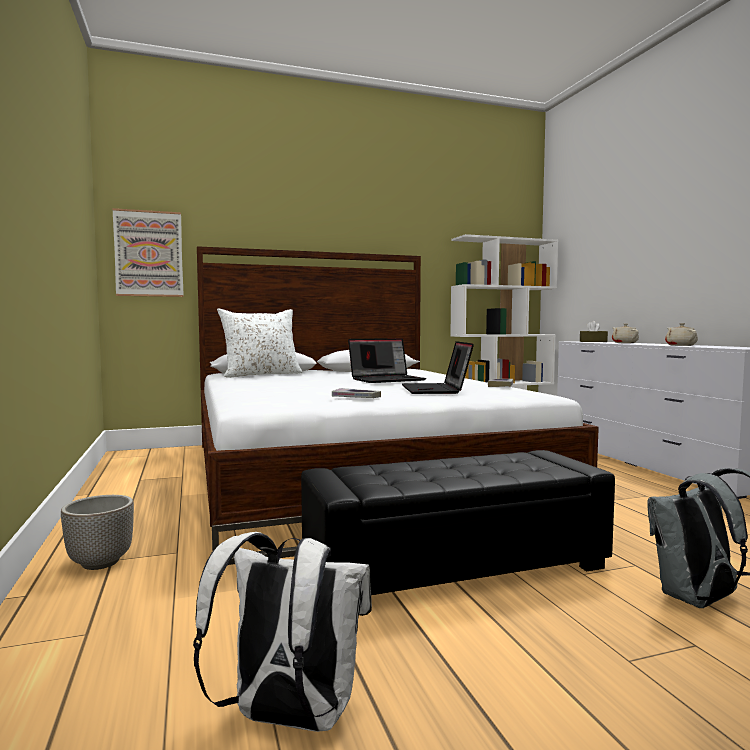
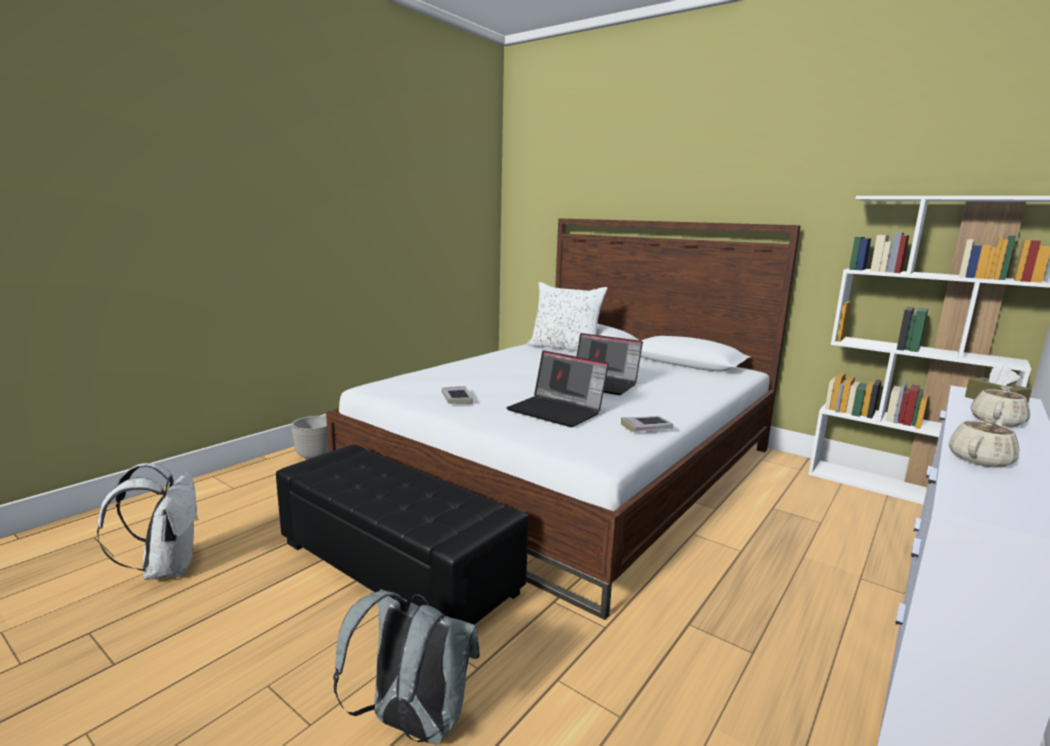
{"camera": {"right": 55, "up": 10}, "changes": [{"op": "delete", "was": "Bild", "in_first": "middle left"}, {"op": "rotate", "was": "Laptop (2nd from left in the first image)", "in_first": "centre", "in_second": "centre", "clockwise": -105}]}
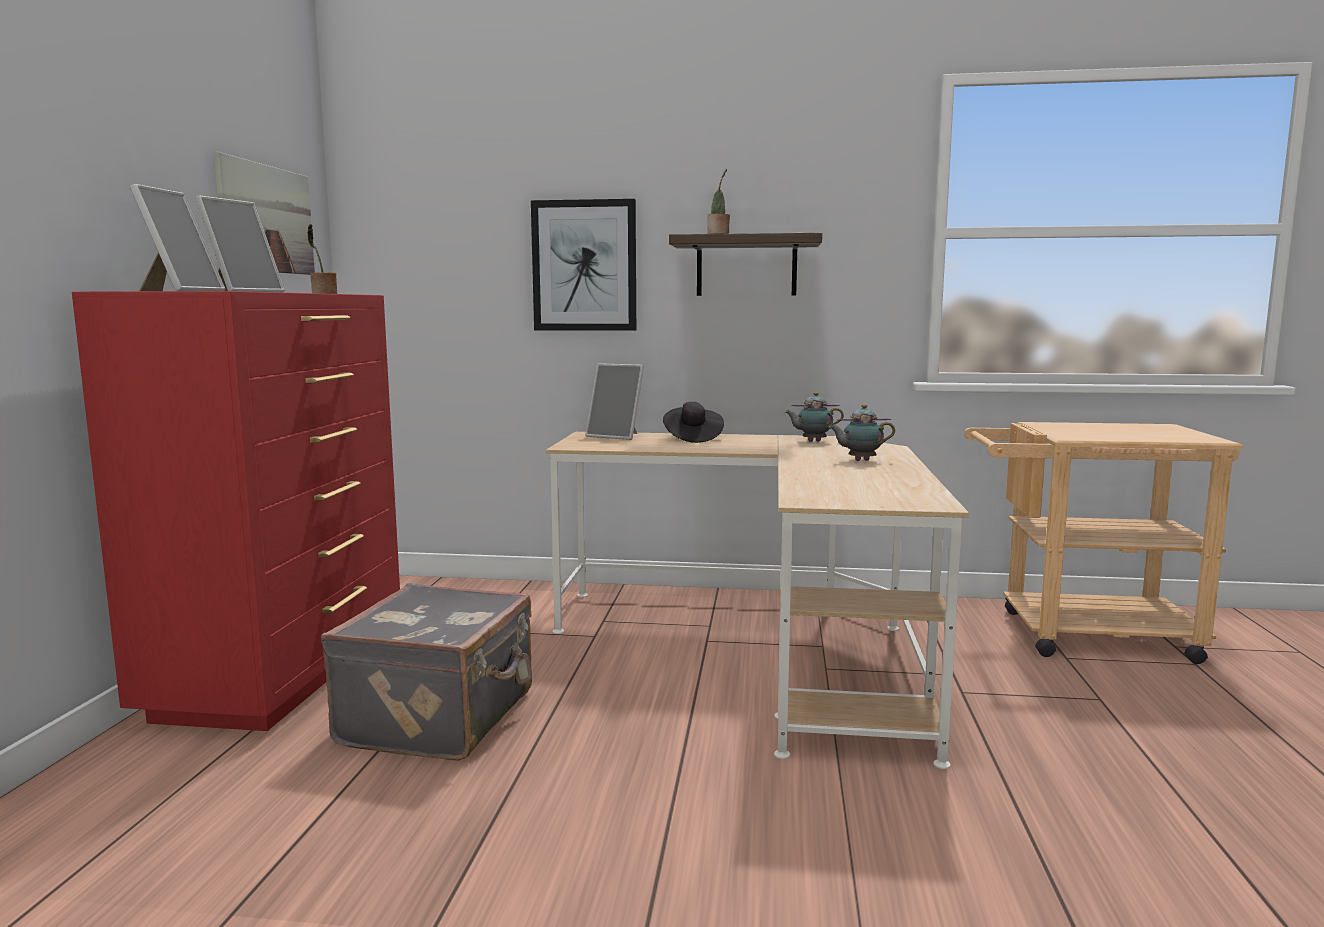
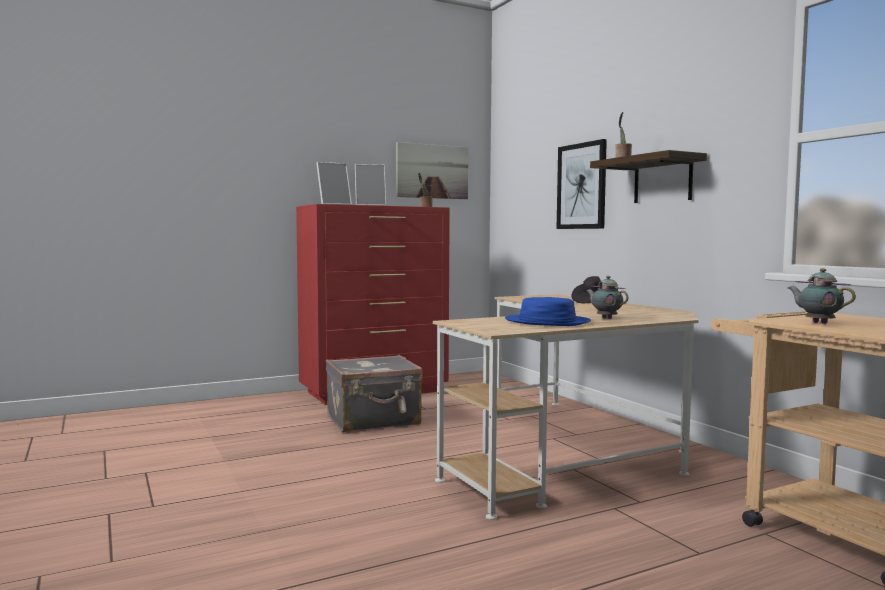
{"camera": {"right": 55, "up": -5}, "changes": [{"op": "delete", "was": "Bilderrahmen (3rd from left)", "in_first": "centre"}, {"op": "insert", "now": "Hut [blau]", "in_second": "centre"}, {"op": "move", "was": "Teekanne (1st from left in the first image)", "now": "Teekanne (2nd from left)", "in_first": "centre", "in_second": "middle right"}]}
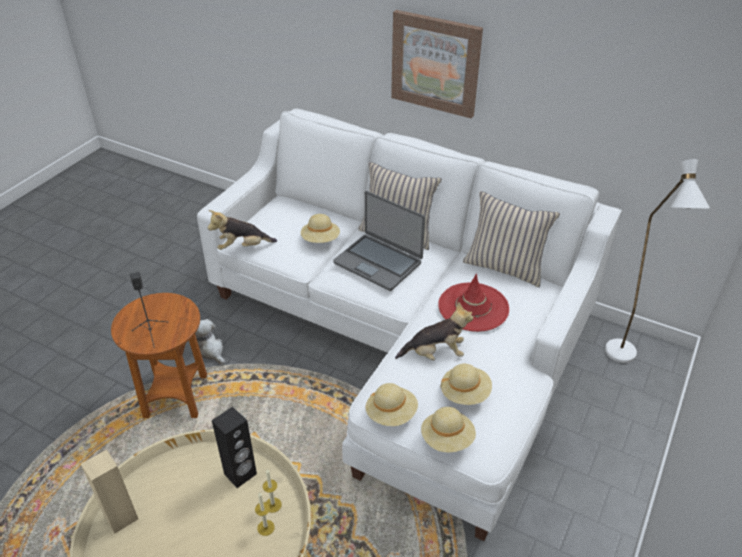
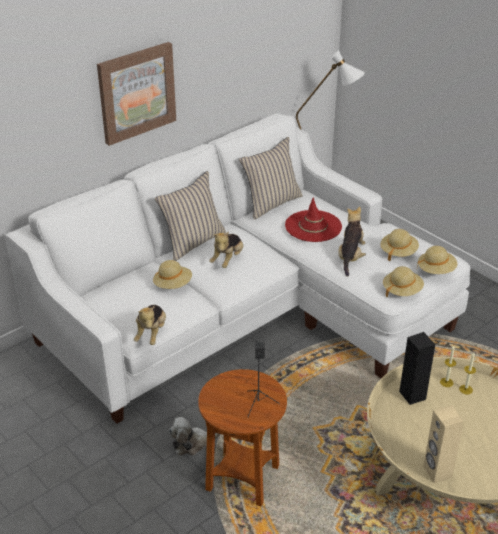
{"camera": {"right": -70, "up": -5}, "changes": [{"op": "replace", "was": "Laptop", "now": "Plüschtier (3rd from left)", "in_first": "centre", "in_second": "centre"}]}
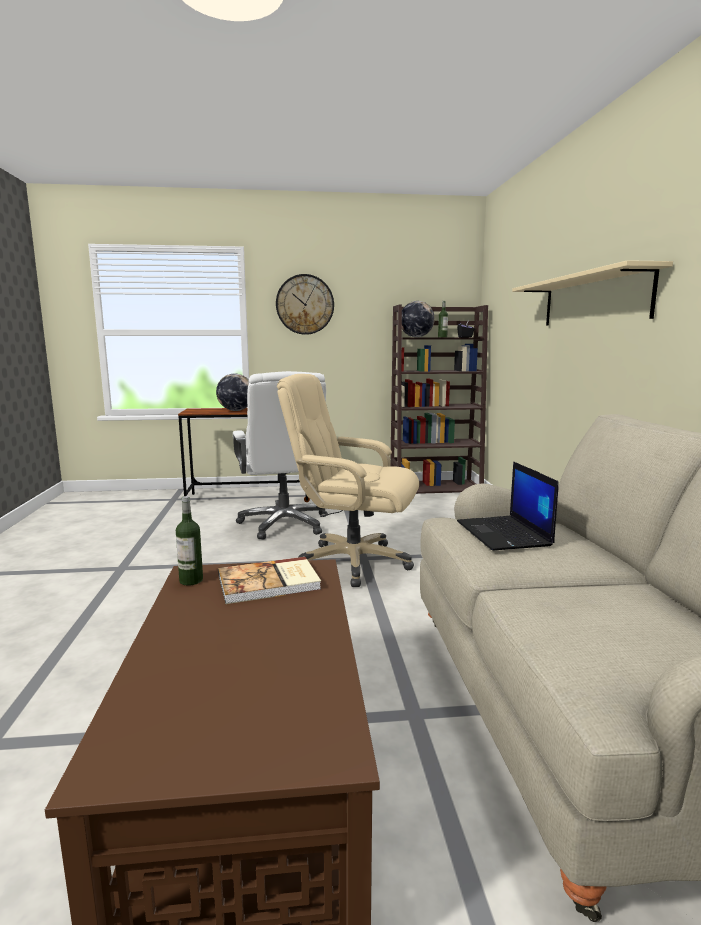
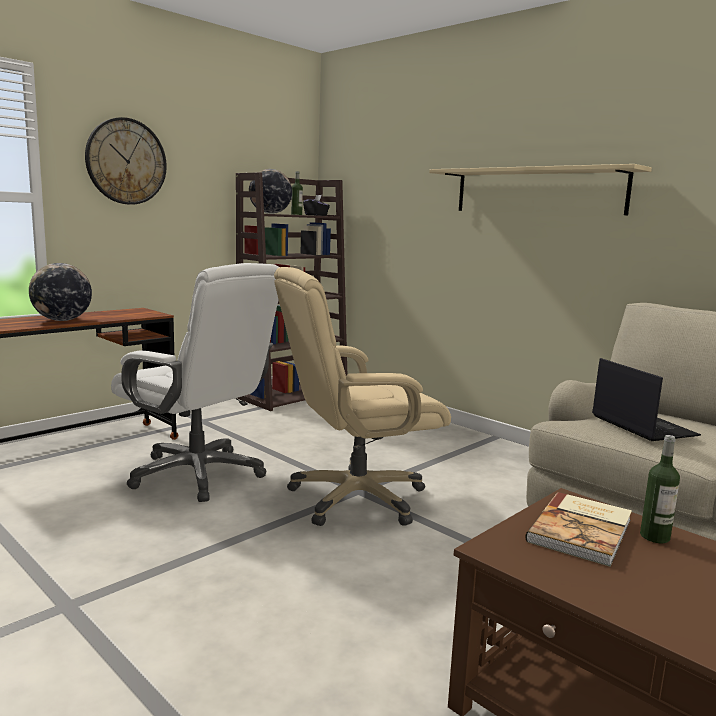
{"camera": {"right": -40, "up": 0}, "changes": [{"op": "move", "was": "Flasche (1st from left in the first image)", "now": "Flasche (2nd from left)", "in_first": "middle left", "in_second": "bottom right"}, {"op": "rotate", "was": "Laptop", "in_first": "middle right", "in_second": "middle right", "clockwise": -150}]}
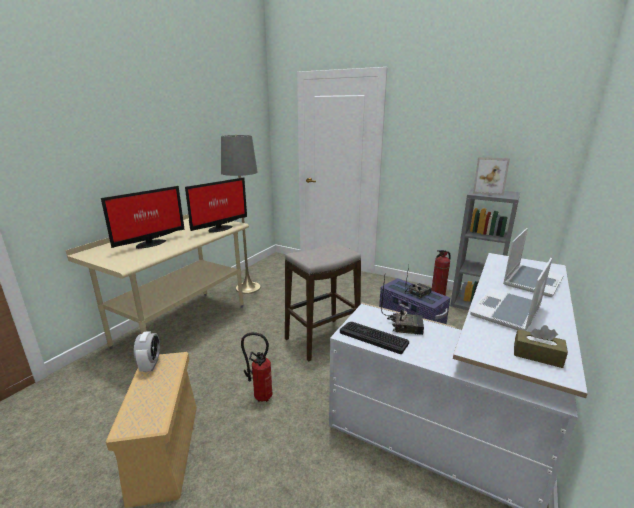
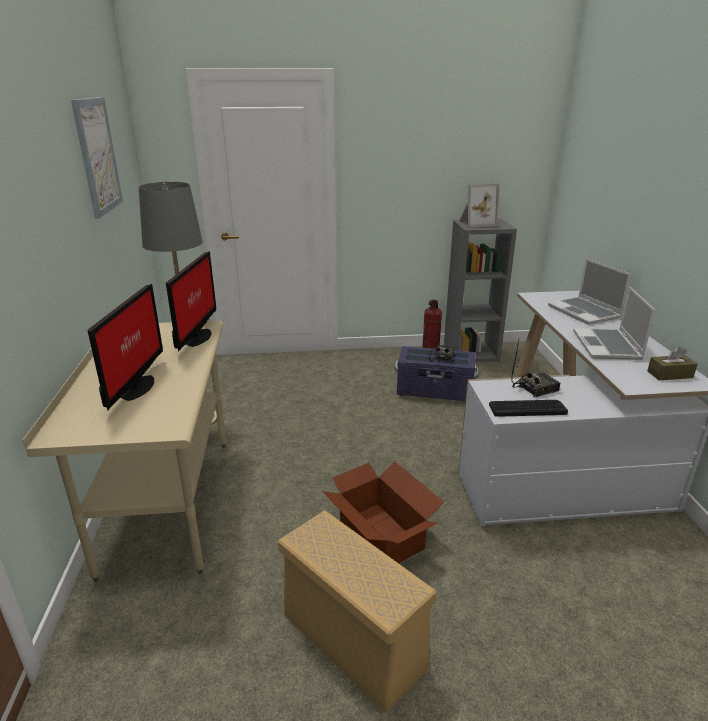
{"camera": {"right": -35, "up": 5}, "changes": [{"op": "delete", "was": "Wecker", "in_first": "bottom left"}, {"op": "delete", "was": "Hocker", "in_first": "centre"}, {"op": "insert", "now": "Bild", "in_second": "top left"}, {"op": "replace", "was": "Feuerlöscher (1st from left)", "now": "Karton", "in_first": "bottom centre", "in_second": "bottom centre"}, {"op": "rotate", "was": "Laptop (2nd from left in the first image)", "in_first": "middle right", "in_second": "middle right", "clockwise": 150}]}
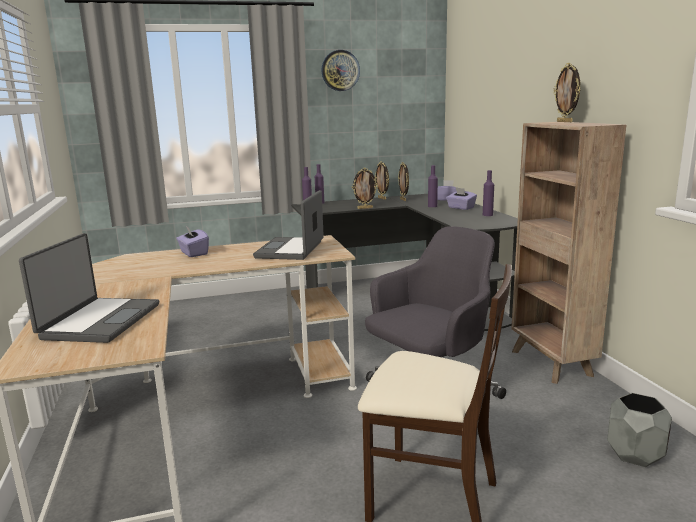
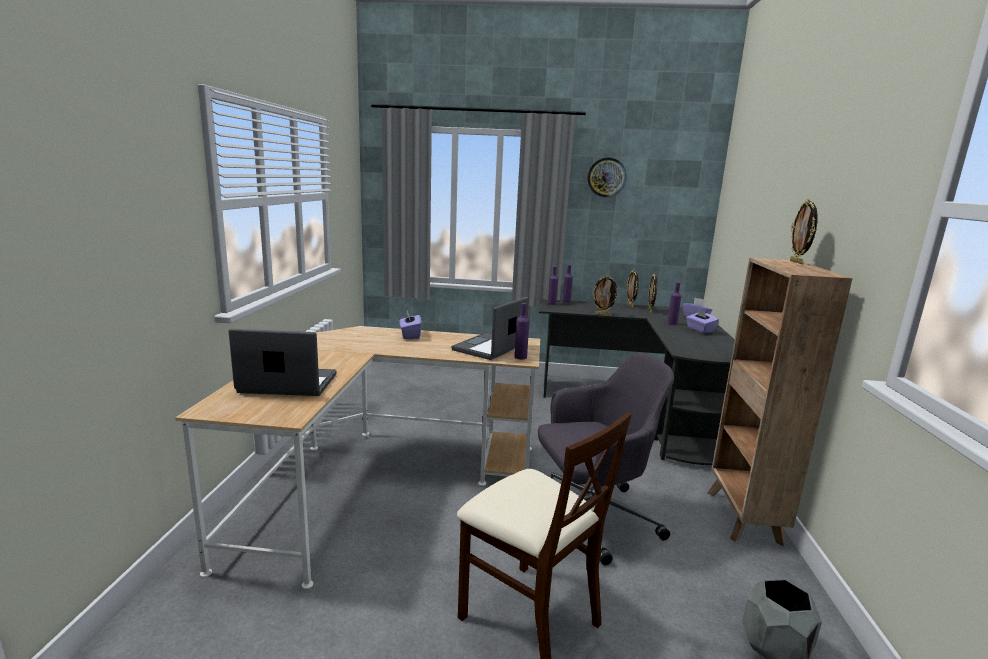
{"camera": {"right": 20, "up": 0}, "changes": [{"op": "move", "was": "Flasche [lila] (4th from left in the first image)", "now": "Flasche [lila] (1st from left)", "in_first": "middle right", "in_second": "centre"}, {"op": "rotate", "was": "Laptop (1st from left)", "in_first": "middle left", "in_second": "middle left", "clockwise": -120}]}
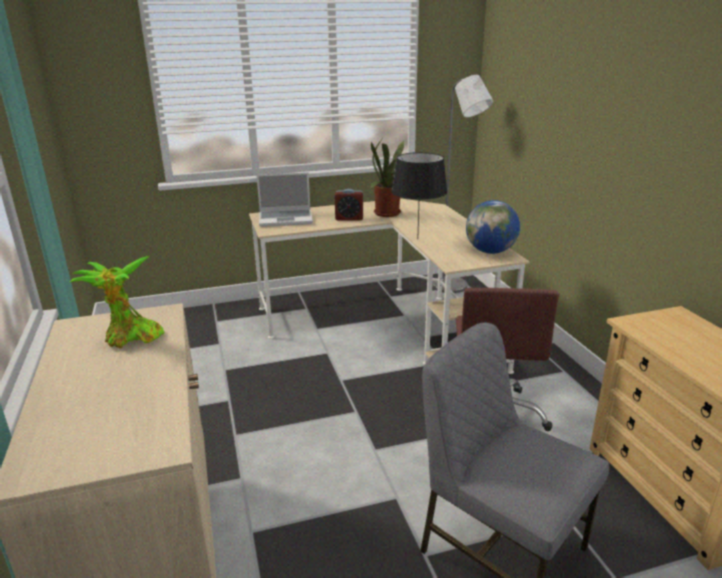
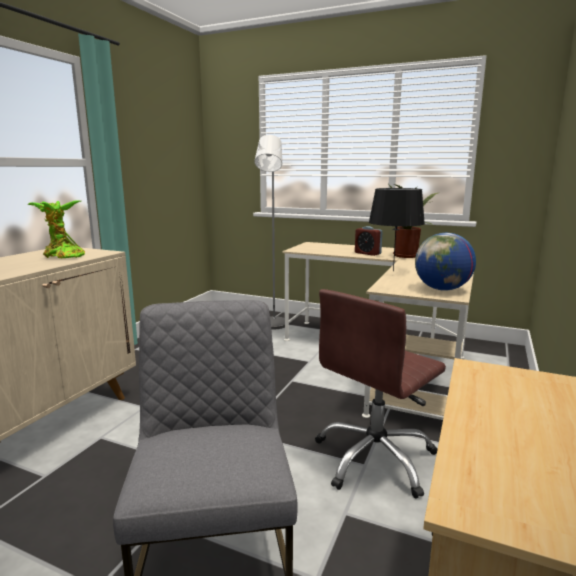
{"camera": {"right": 40, "up": -10}, "changes": [{"op": "delete", "was": "Laptop", "in_first": "centre"}, {"op": "move", "was": "Stehlampe [grau]", "in_first": "top centre", "in_second": "centre"}]}
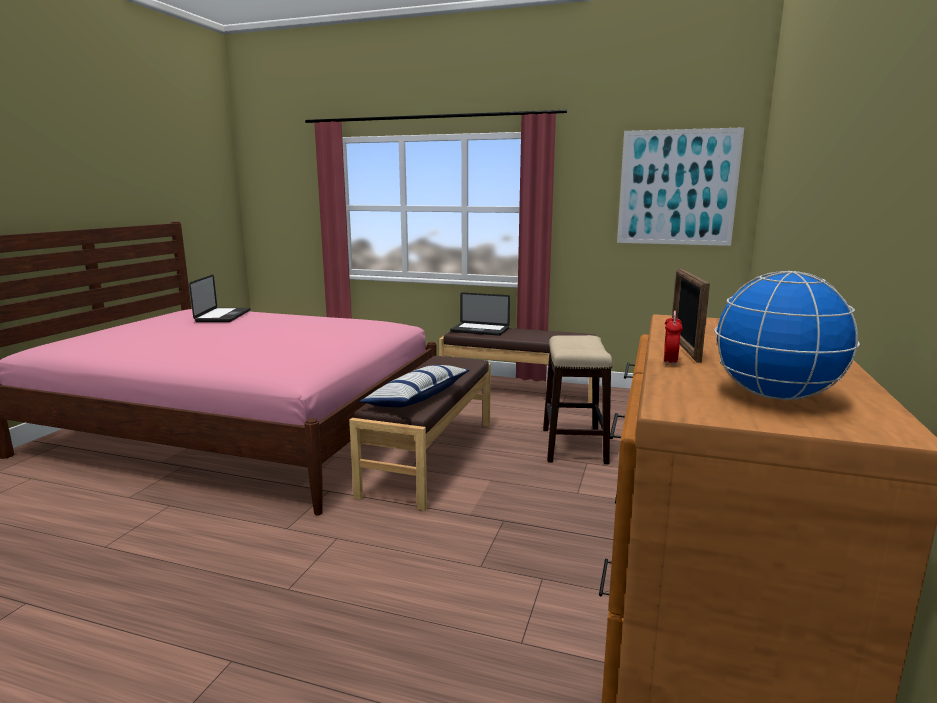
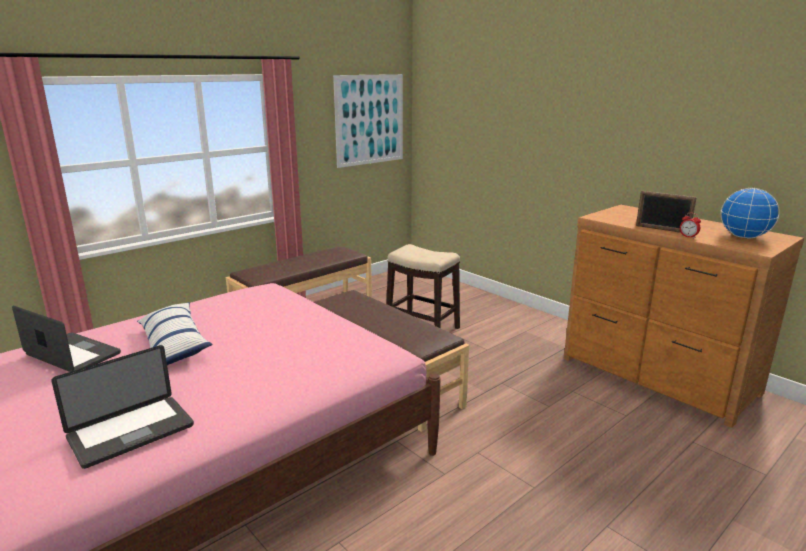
{"camera": {"right": -60, "up": 5}, "changes": [{"op": "move", "was": "Kissen", "in_first": "centre", "in_second": "middle left"}, {"op": "move", "was": "Laptop (2nd from left)", "in_first": "centre", "in_second": "bottom left"}]}
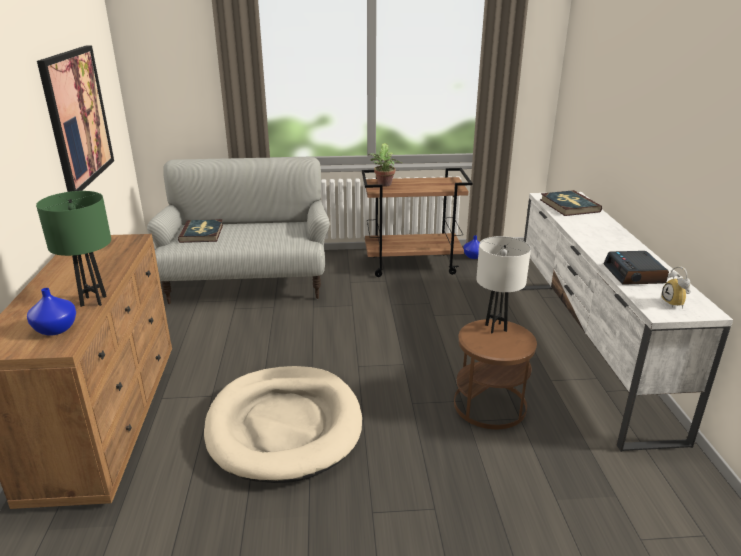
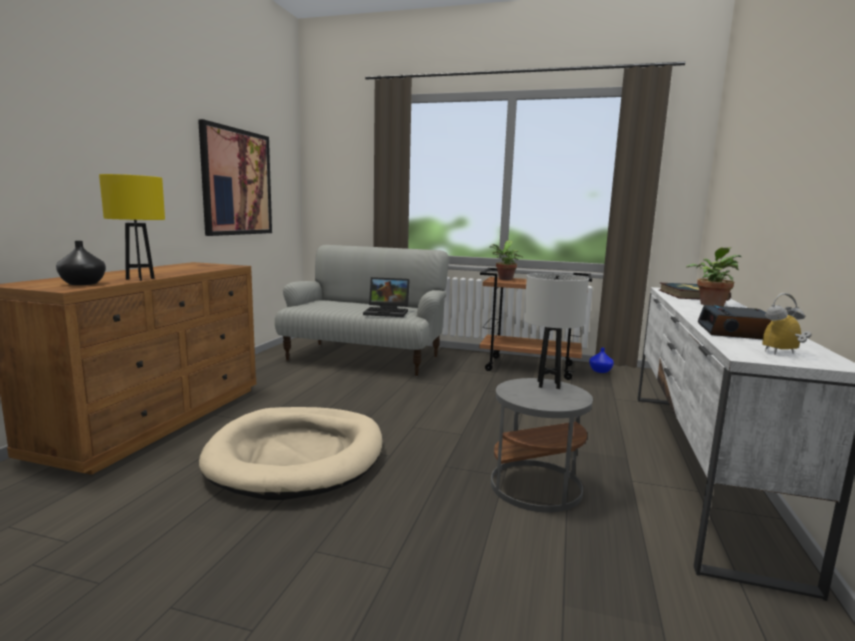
{"camera": {"right": 20, "up": -15}, "changes": [{"op": "delete", "was": "Buch (1st from left)", "in_first": "middle left"}, {"op": "insert", "now": "Laptop", "in_second": "centre"}, {"op": "insert", "now": "Topfpflanze (2nd from left)", "in_second": "middle right"}, {"op": "recolor", "was": "Vase [blau] (1st from left)", "now": "Vase [schwarz]", "in_first": "middle left", "in_second": "middle left"}, {"op": "recolor", "was": "Tischlampe [grün]", "now": "Tischlampe [gelb]", "in_first": "middle left", "in_second": "middle left"}, {"op": "recolor", "was": "Beistelltisch [braun]", "now": "Beistelltisch [grau]", "in_first": "bottom right", "in_second": "bottom centre"}, {"op": "rotate", "was": "Wecker (2nd from left)", "in_first": "middle right", "in_second": "middle right", "clockwise": 60}]}
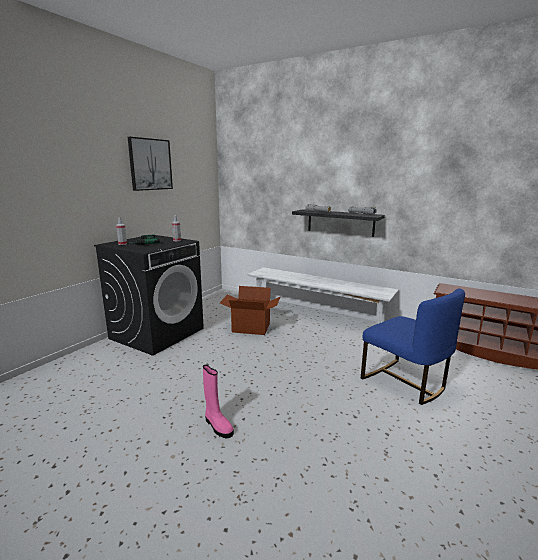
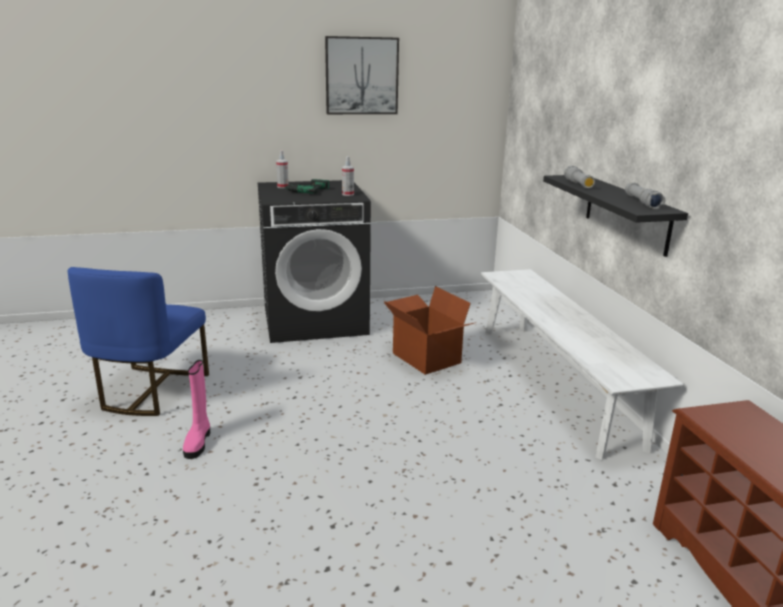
{"camera": {"right": 45, "up": 5}, "changes": [{"op": "move", "was": "Stuhl [blau]", "in_first": "middle right", "in_second": "middle left"}]}
